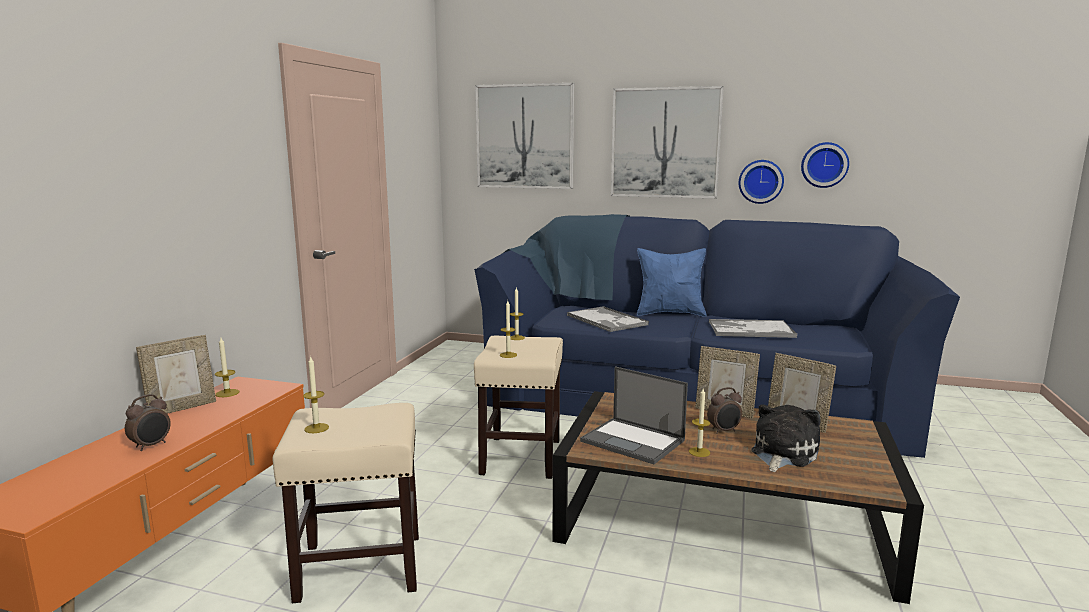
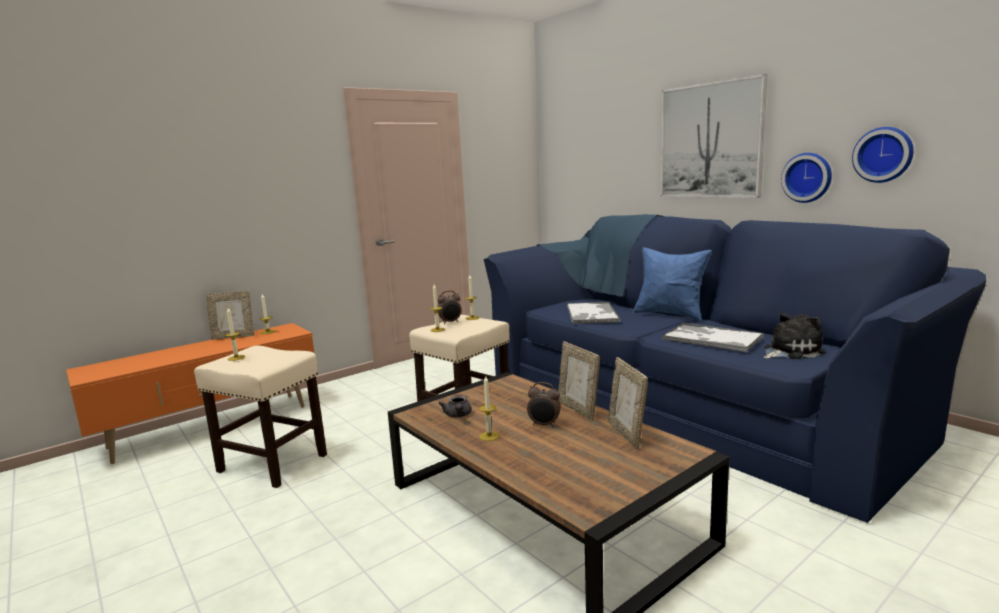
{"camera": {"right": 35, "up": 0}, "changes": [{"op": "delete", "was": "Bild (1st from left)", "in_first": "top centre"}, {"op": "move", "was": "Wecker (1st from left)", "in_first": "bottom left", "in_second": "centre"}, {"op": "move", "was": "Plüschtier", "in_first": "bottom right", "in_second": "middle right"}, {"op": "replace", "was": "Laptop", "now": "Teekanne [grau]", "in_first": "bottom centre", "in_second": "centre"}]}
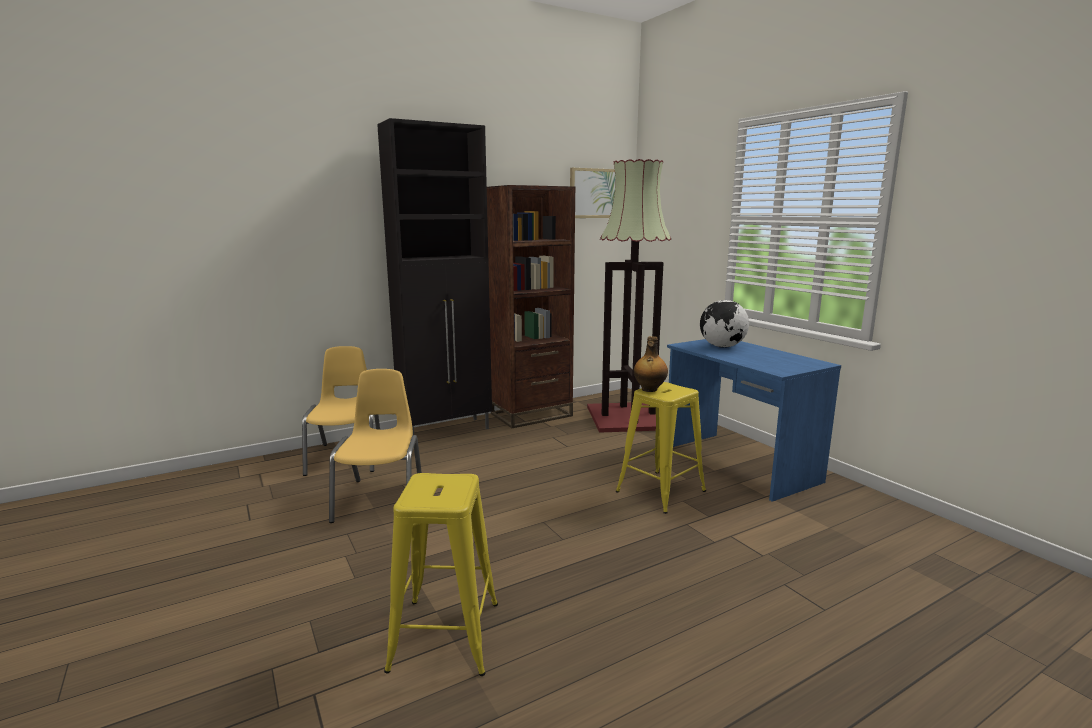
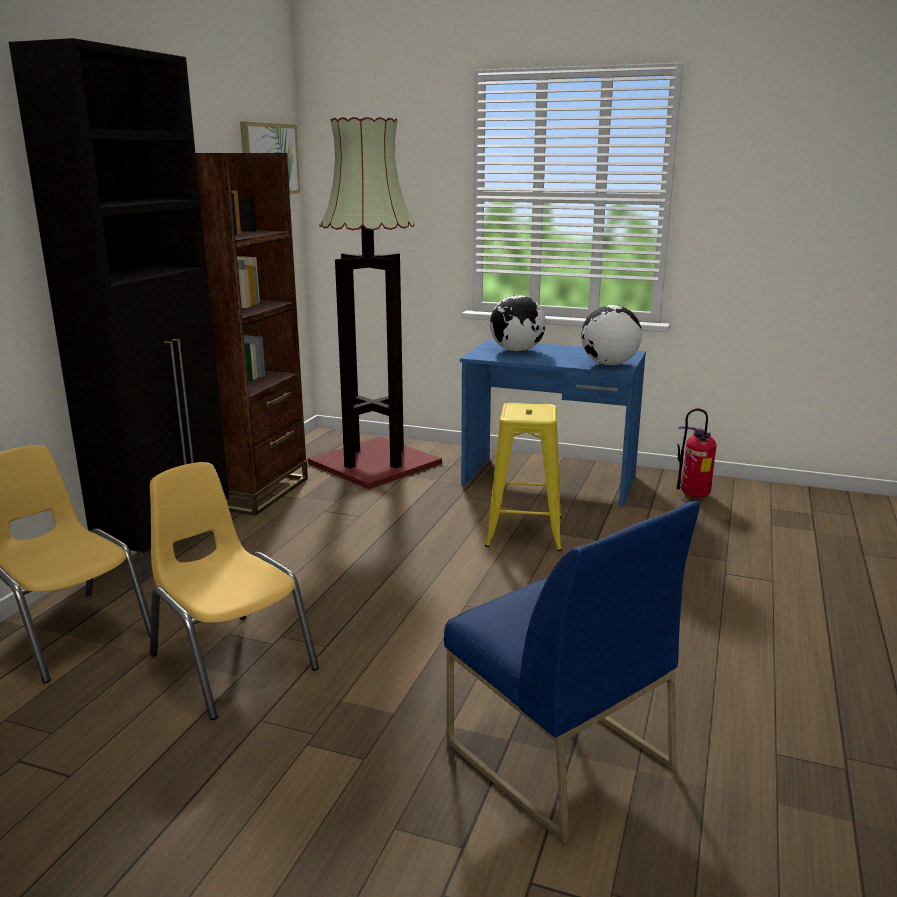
{"camera": {"right": -40, "up": 5}, "changes": [{"op": "delete", "was": "Flasche", "in_first": "centre"}, {"op": "insert", "now": "Globus (2nd from left)", "in_second": "middle right"}, {"op": "insert", "now": "Feuerlöscher", "in_second": "middle right"}, {"op": "replace", "was": "Hocker [gelb] (1st from left)", "now": "Stuhl [blau]", "in_first": "bottom centre", "in_second": "bottom centre"}]}
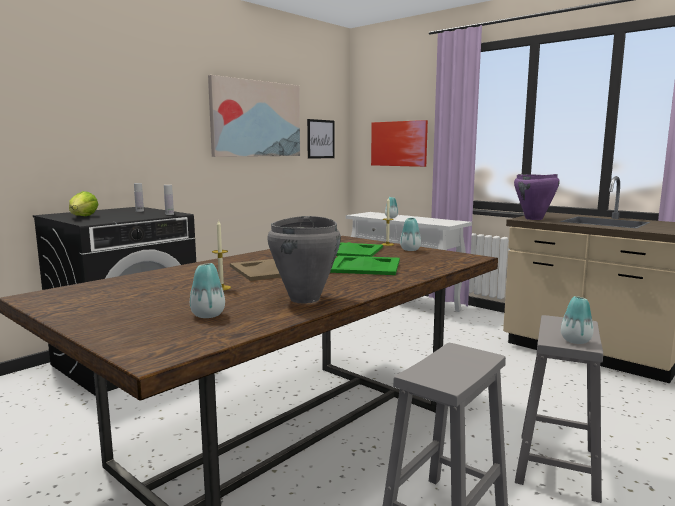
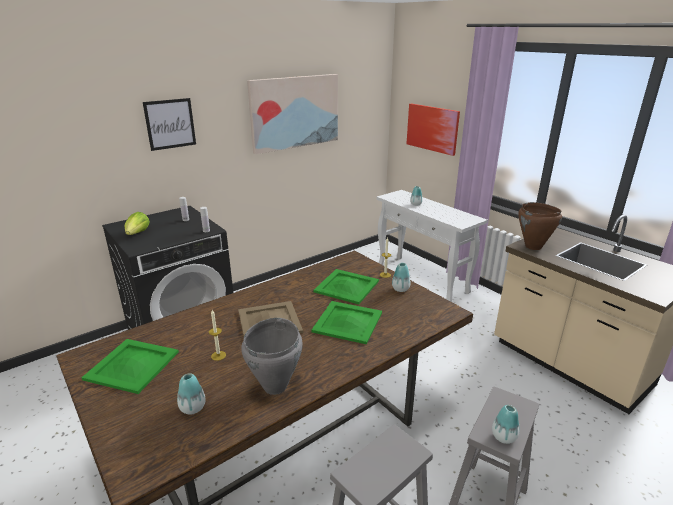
{"camera": {"right": 10, "up": 15}, "changes": [{"op": "insert", "now": "Tablett [grün] (1st from left)", "in_second": "bottom left"}, {"op": "move", "was": "Bild (2nd from left in the first image)", "now": "Bild (1st from left)", "in_first": "top centre", "in_second": "top left"}, {"op": "recolor", "was": "Kochtopf [lila]", "now": "Kochtopf [braun]", "in_first": "middle right", "in_second": "middle right"}]}
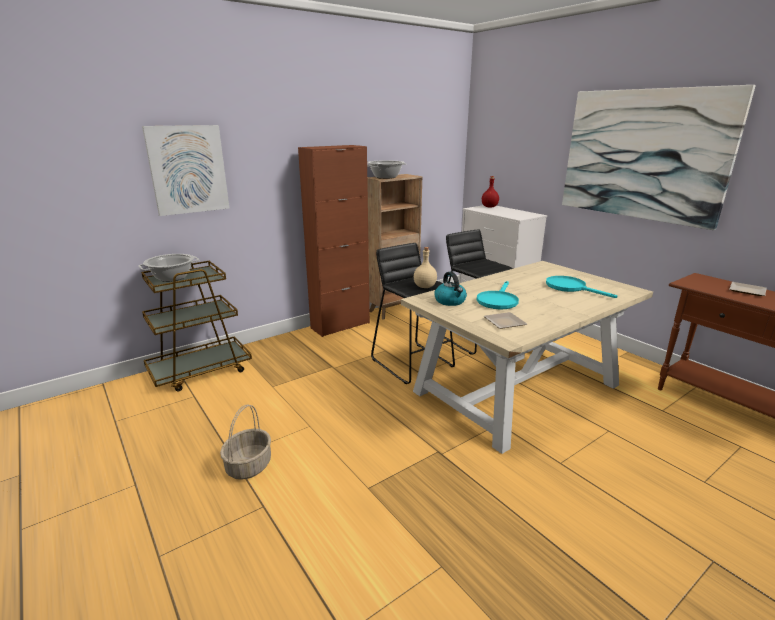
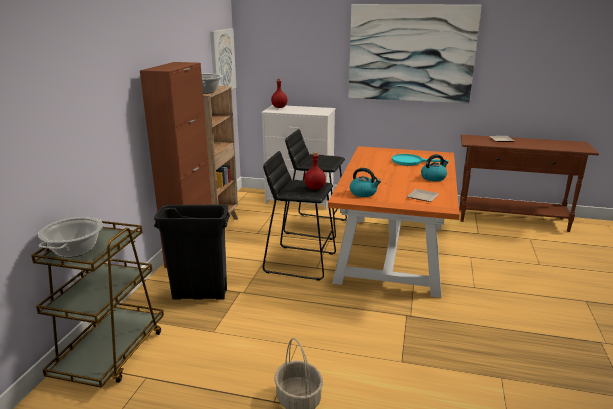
{"camera": {"right": -40, "up": 0}, "changes": [{"op": "delete", "was": "Pfanne [türkis] (1st from left)", "in_first": "centre"}, {"op": "insert", "now": "Mülleimer [schwarz]", "in_second": "middle left"}, {"op": "insert", "now": "Wasserkessel (2nd from left)", "in_second": "middle right"}, {"op": "move", "was": "Bild (1st from left)", "in_first": "top left", "in_second": "top centre"}, {"op": "recolor", "was": "Esstisch [beige]", "now": "Esstisch [orange]", "in_first": "middle right", "in_second": "centre"}, {"op": "recolor", "was": "Flasche [beige]", "now": "Flasche [rot] (2nd from left)", "in_first": "centre", "in_second": "centre"}]}
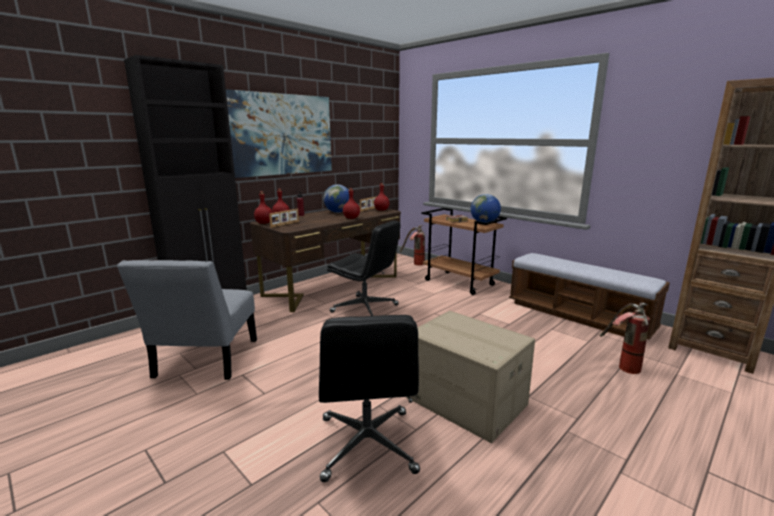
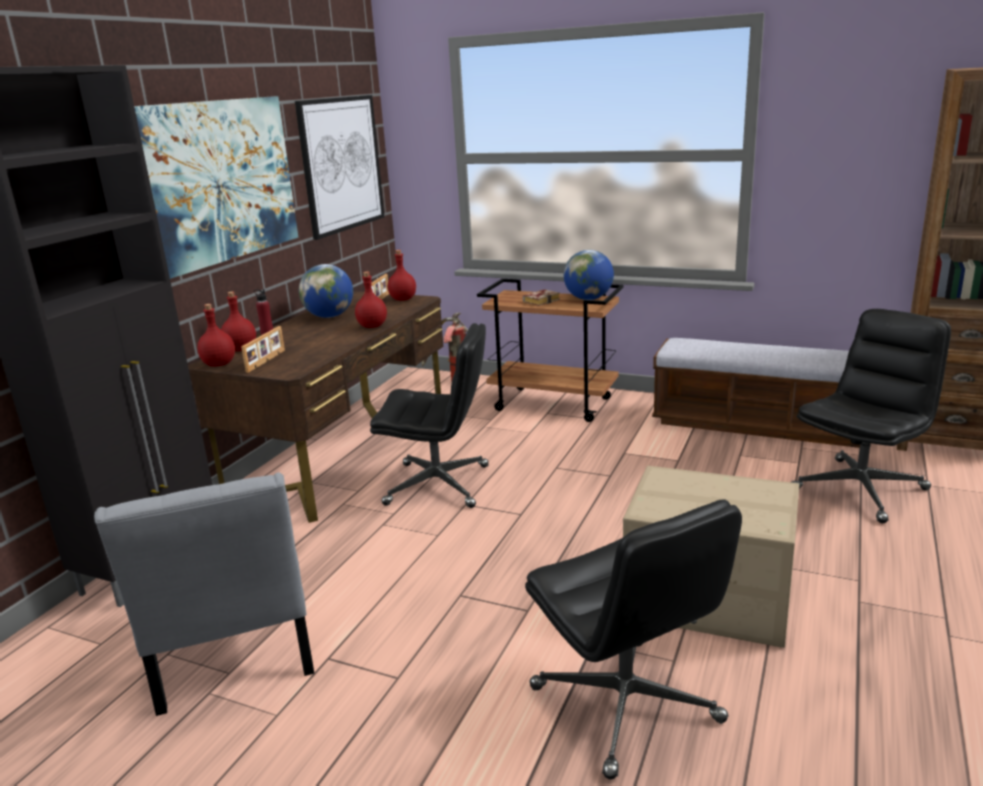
{"camera": {"right": -20, "up": 5}, "changes": [{"op": "insert", "now": "Bild (2nd from left)", "in_second": "top centre"}, {"op": "replace", "was": "Feuerlöscher (2nd from left)", "now": "Bürostuhl [schwarz] (3rd from left)", "in_first": "middle right", "in_second": "middle right"}]}
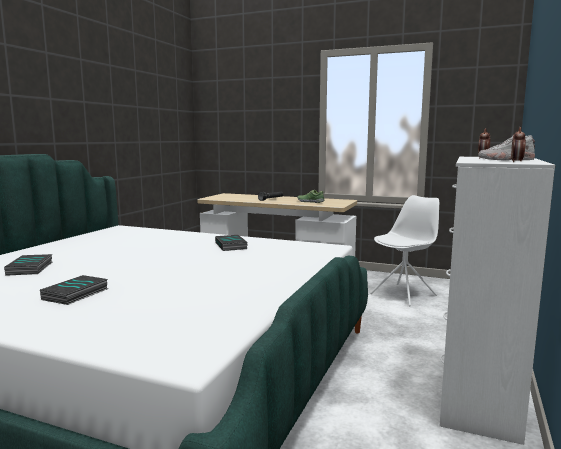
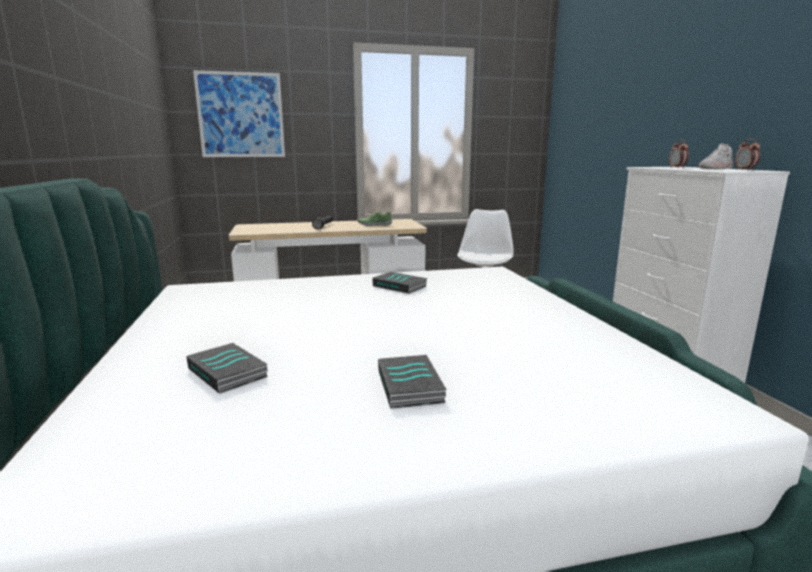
{"camera": {"right": -35, "up": 5}, "changes": [{"op": "insert", "now": "Bild", "in_second": "top left"}]}
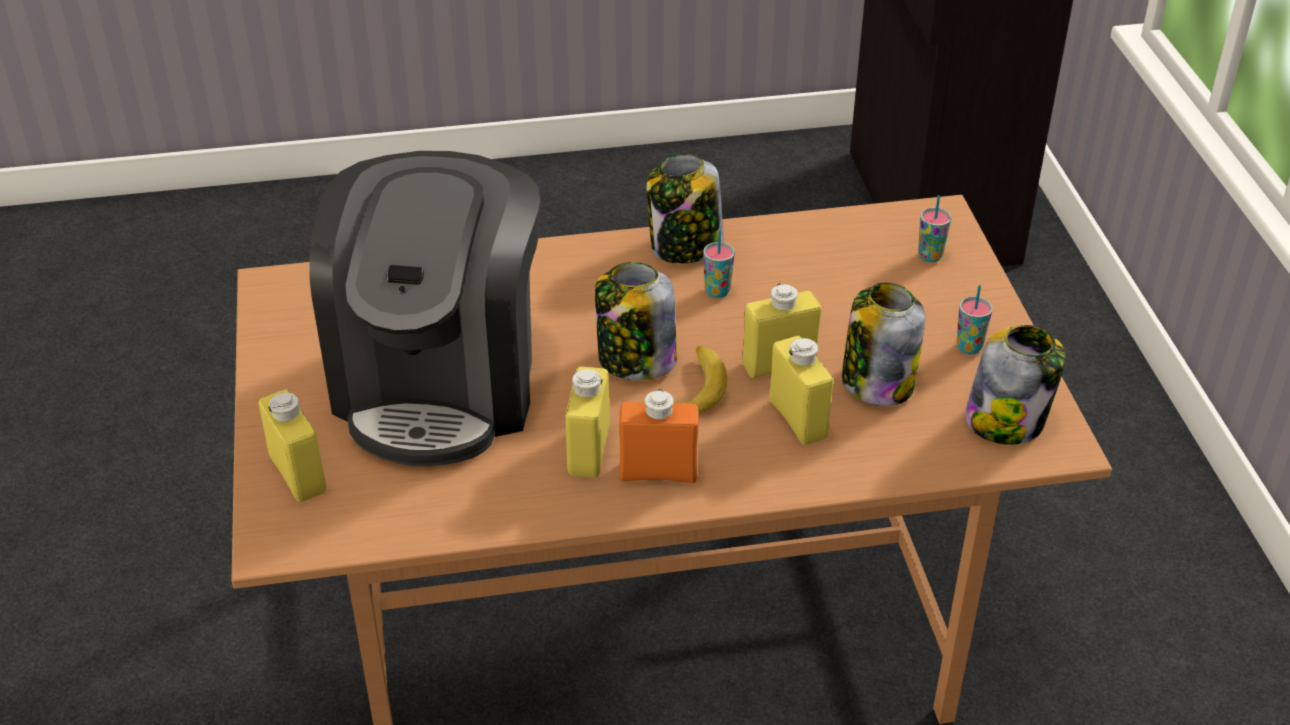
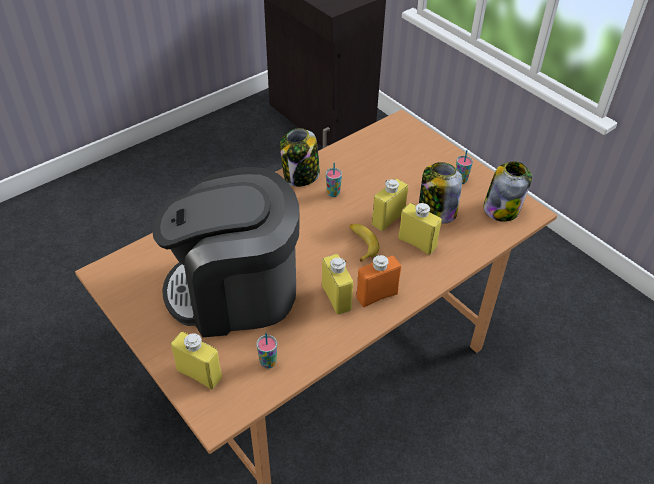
{"camera": {"right": -30, "up": 5}, "changes": [{"op": "delete", "was": "Vorratsglas (1st from left)", "in_first": "centre"}, {"op": "move", "was": "Tasse (2nd from left in the first image)", "now": "Tasse (1st from left)", "in_first": "top right", "in_second": "bottom centre"}, {"op": "rotate", "was": "Kaffeemaschine", "in_first": "middle left", "in_second": "centre", "clockwise": 105}]}
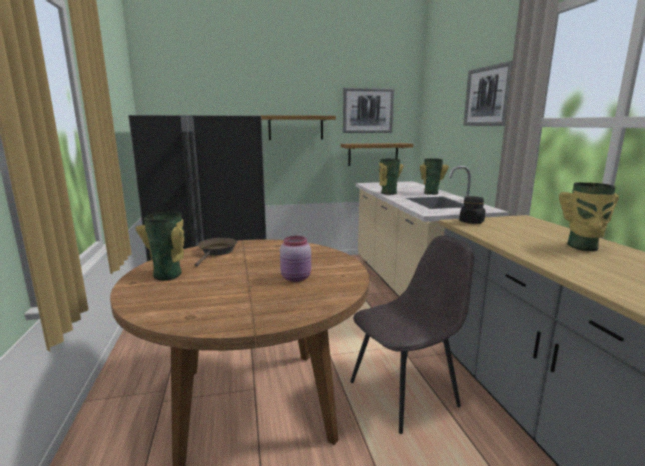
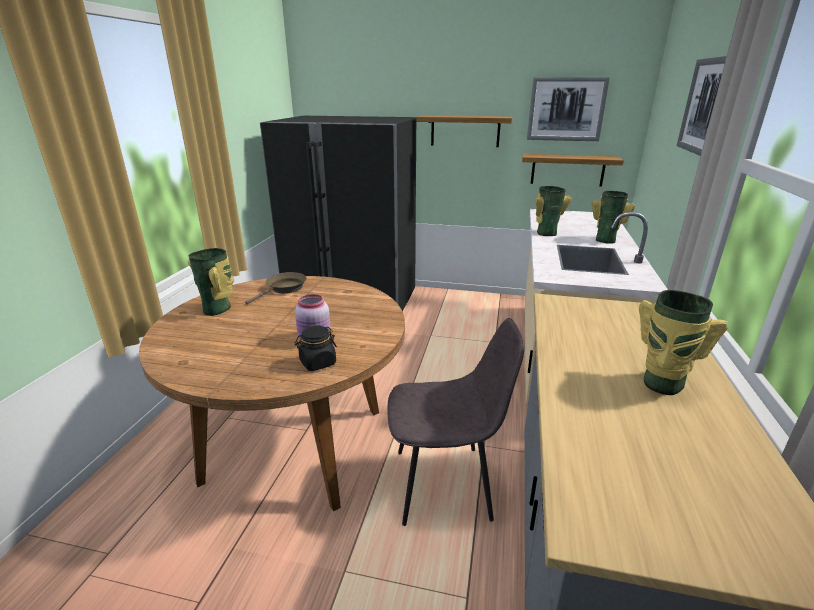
{"camera": {"right": 25, "up": 10}, "changes": [{"op": "move", "was": "Vorratsglas [schwarz]", "in_first": "middle right", "in_second": "centre"}]}
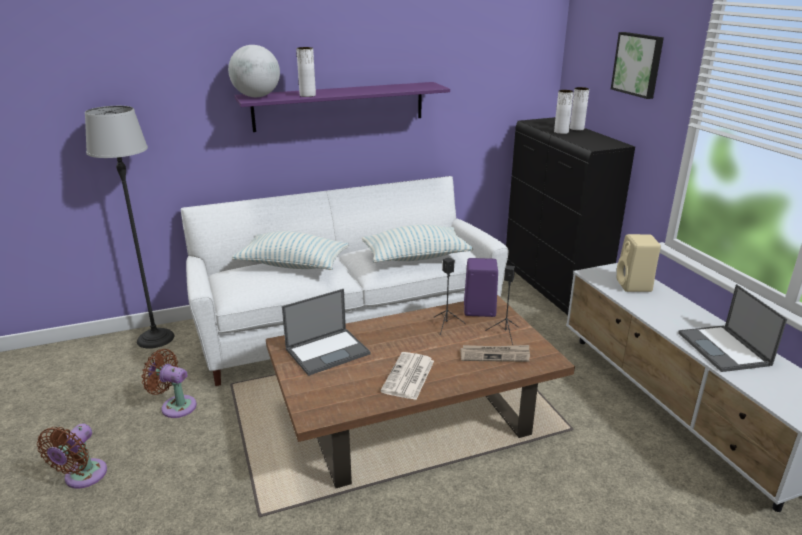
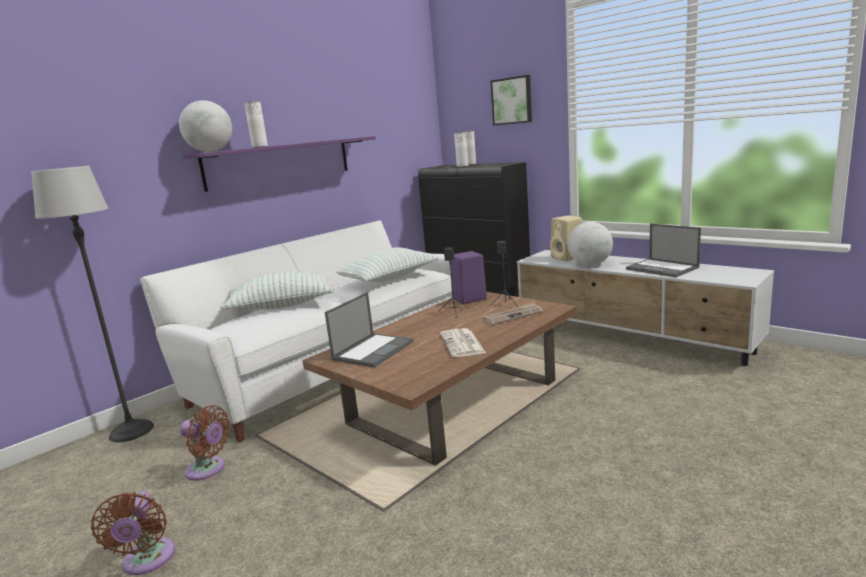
{"camera": {"right": -25, "up": -10}, "changes": [{"op": "insert", "now": "Globus (2nd from left)", "in_second": "middle right"}, {"op": "rotate", "was": "Ventilator [braun] (2nd from left)", "in_first": "bottom left", "in_second": "bottom left", "clockwise": -150}]}
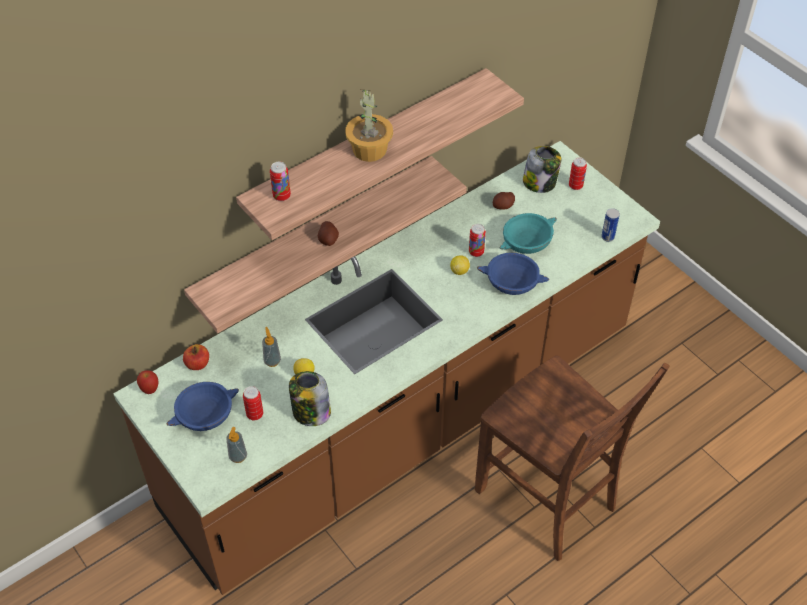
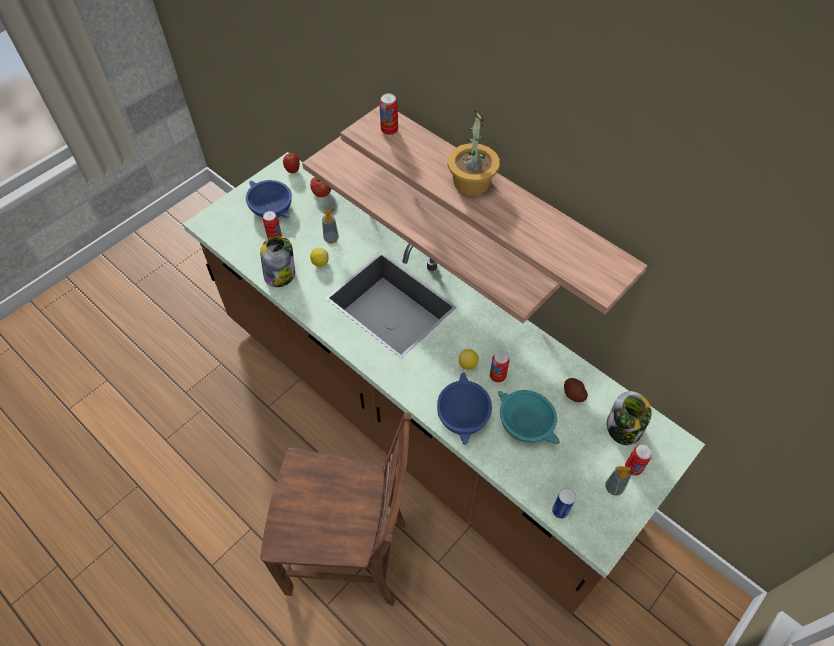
{"camera": {"right": 80, "up": 5}, "changes": [{"op": "delete", "was": "Kartoffel (1st from left)", "in_first": "centre"}, {"op": "move", "was": "Seifenspender (1st from left in the first image)", "now": "Seifenspender (2nd from left)", "in_first": "bottom left", "in_second": "bottom right"}, {"op": "rotate", "was": "Stuhl [braun]", "in_first": "bottom right", "in_second": "bottom centre", "clockwise": -120}]}
